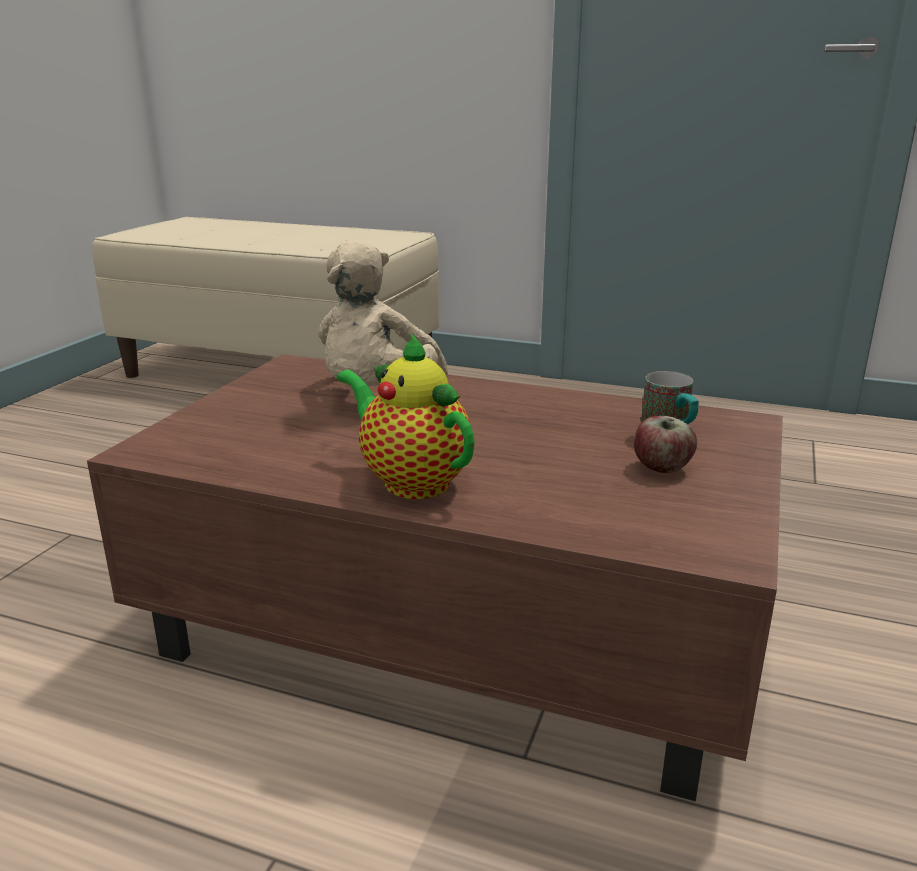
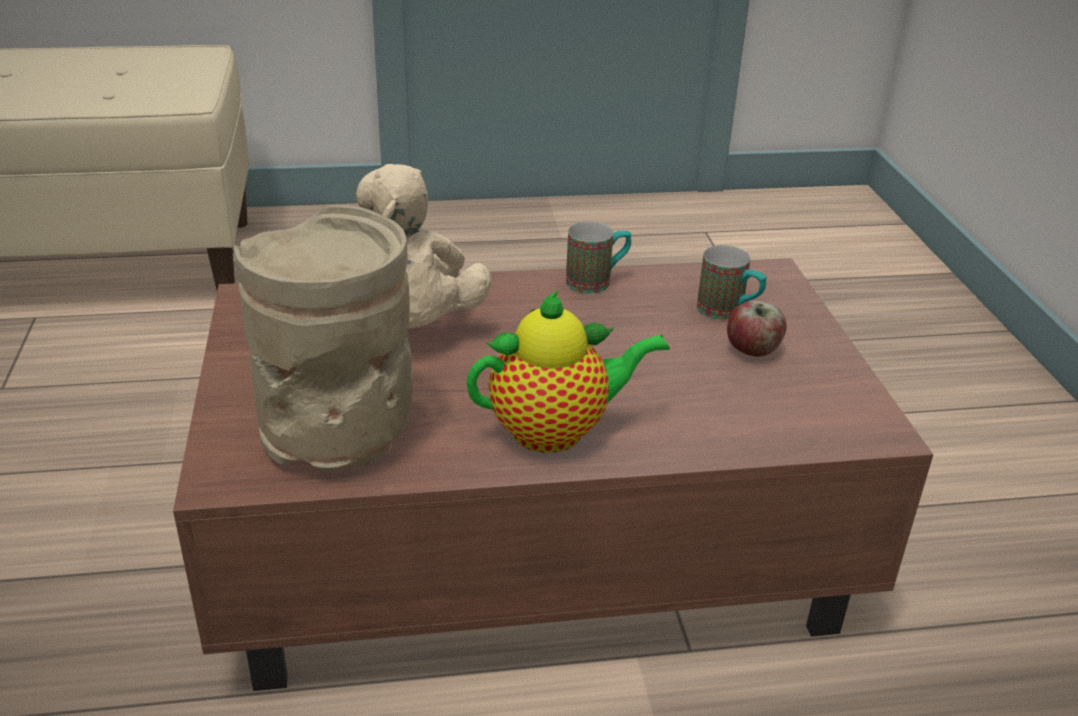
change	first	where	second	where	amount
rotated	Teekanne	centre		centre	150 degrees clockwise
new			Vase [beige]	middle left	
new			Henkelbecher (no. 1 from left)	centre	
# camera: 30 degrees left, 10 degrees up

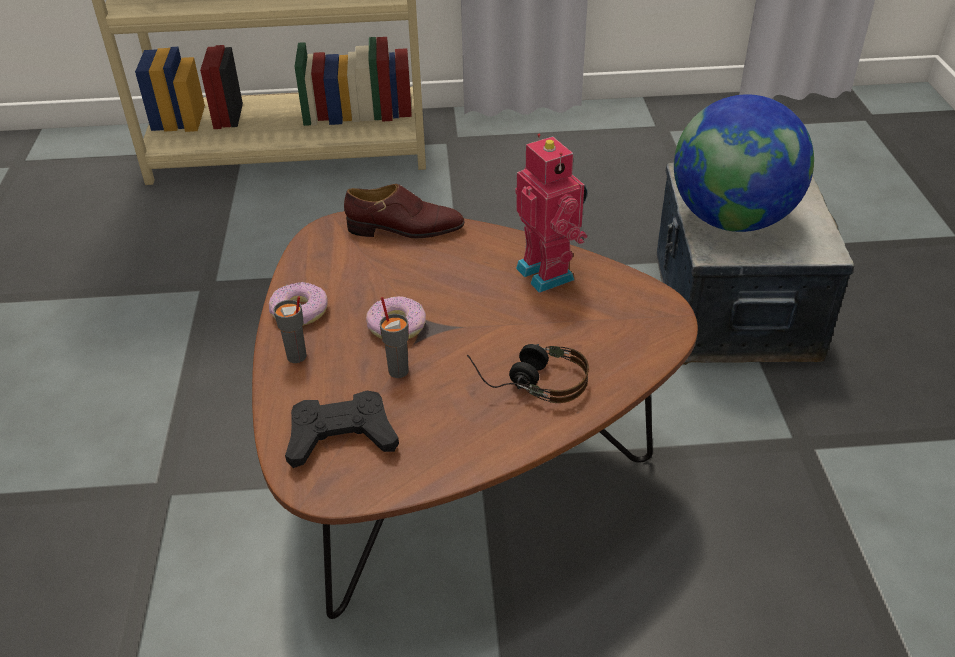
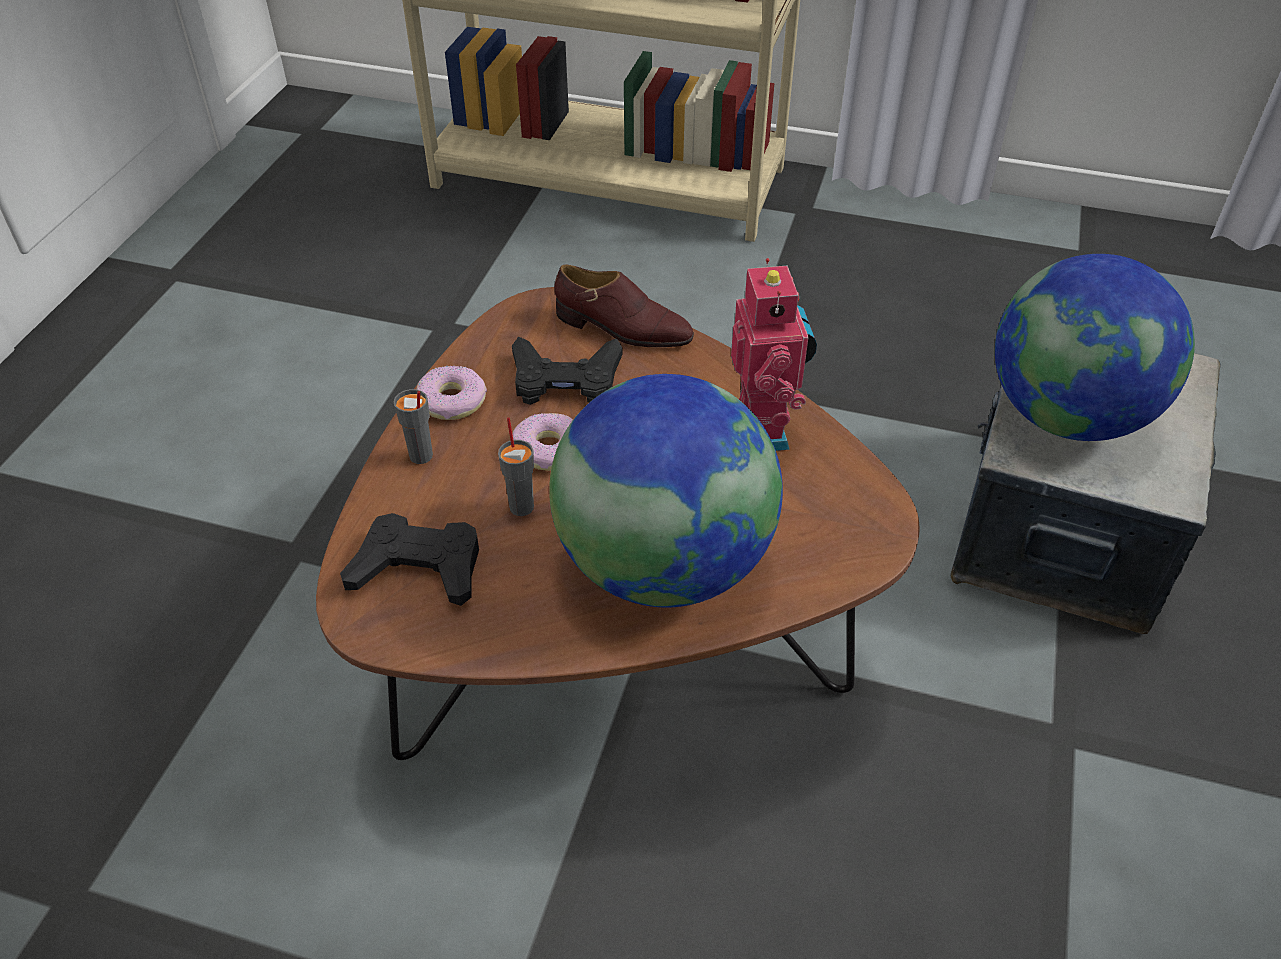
change	first	where	second	where	amount
swapped	Kopfhörer	centre	Globus (no. 1 from left)	centre	
new			Gamepad [schwarz] (no. 2 from left)	centre	
# camera: 20 degrees right, 5 degrees up

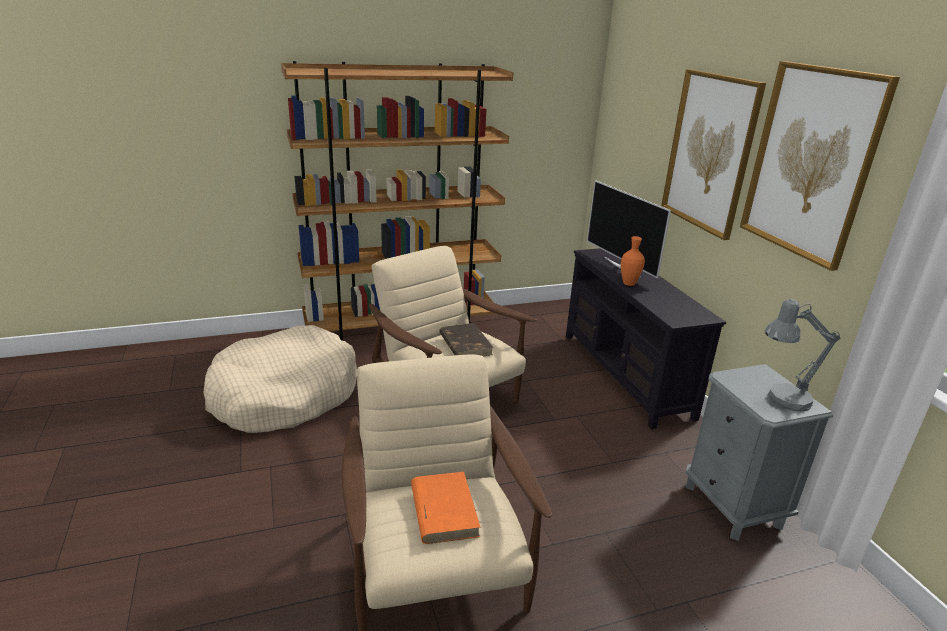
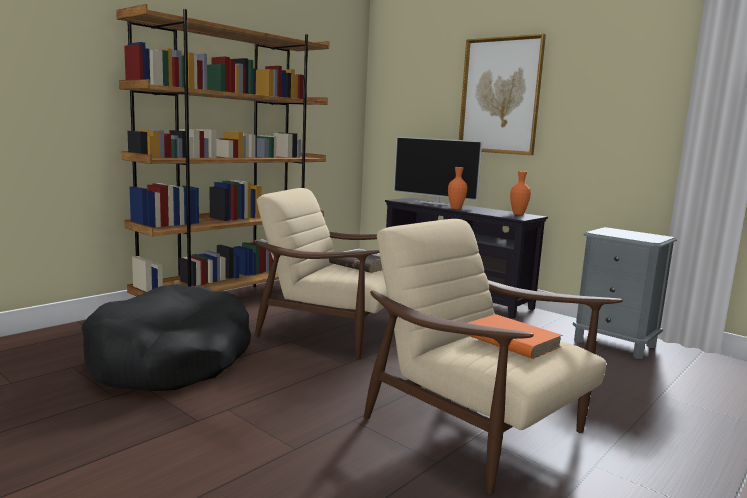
change	first	where	second	where	amount
repainted	Hundebett [beige]	middle left	Hundebett [schwarz]	bottom left	
gone	Bild (no. 2 from left)	top right			
gone	Tischlampe [grau]	middle right			
new			Vase [orange] (no. 2 from left)	middle right	
# camera: 30 degrees left, 15 degrees down

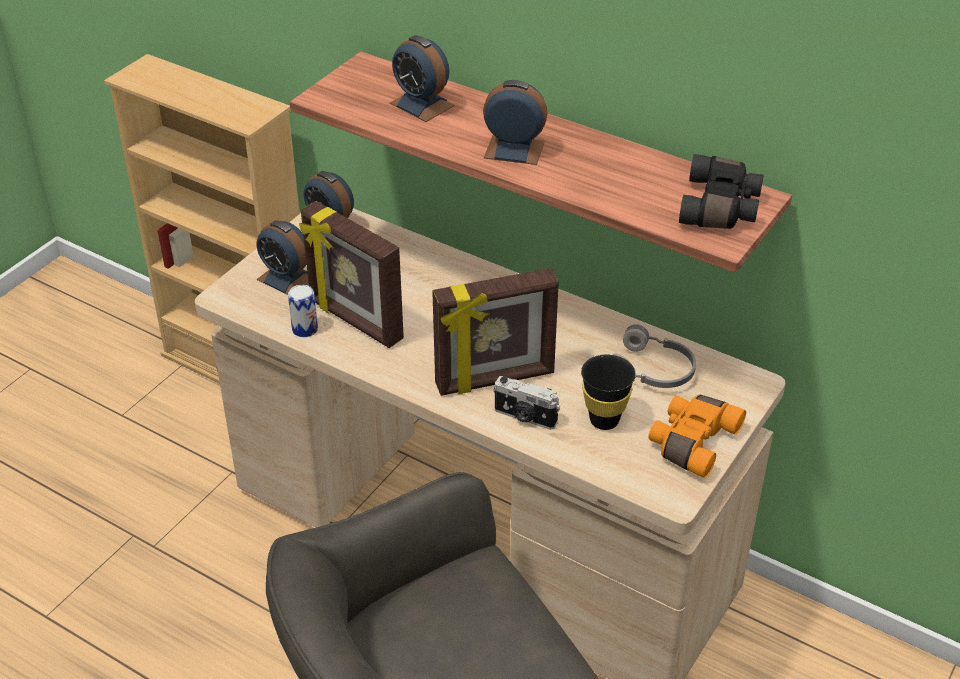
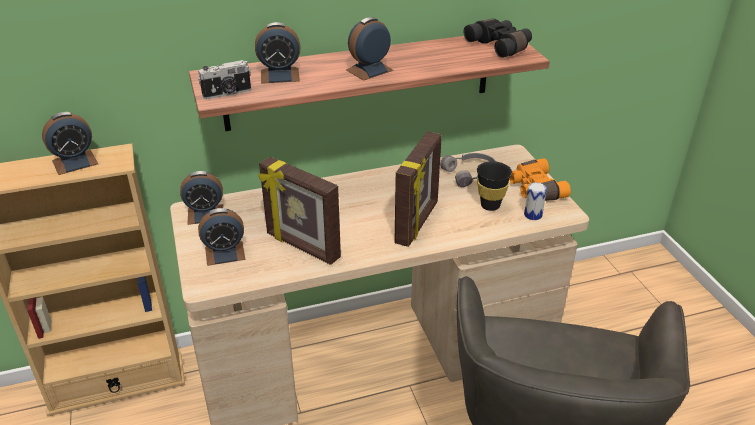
change	first	where	second	where	amount
shifted	Dose	middle left		middle right	
rotated	Bilderrahmen (no. 1 from left)	centre		centre	45 degrees clockwise
shifted	Kamera	centre		top left	
new			Wecker (no. 1 from left)	middle left	
# camera: 50 degrees left, 5 degrees down

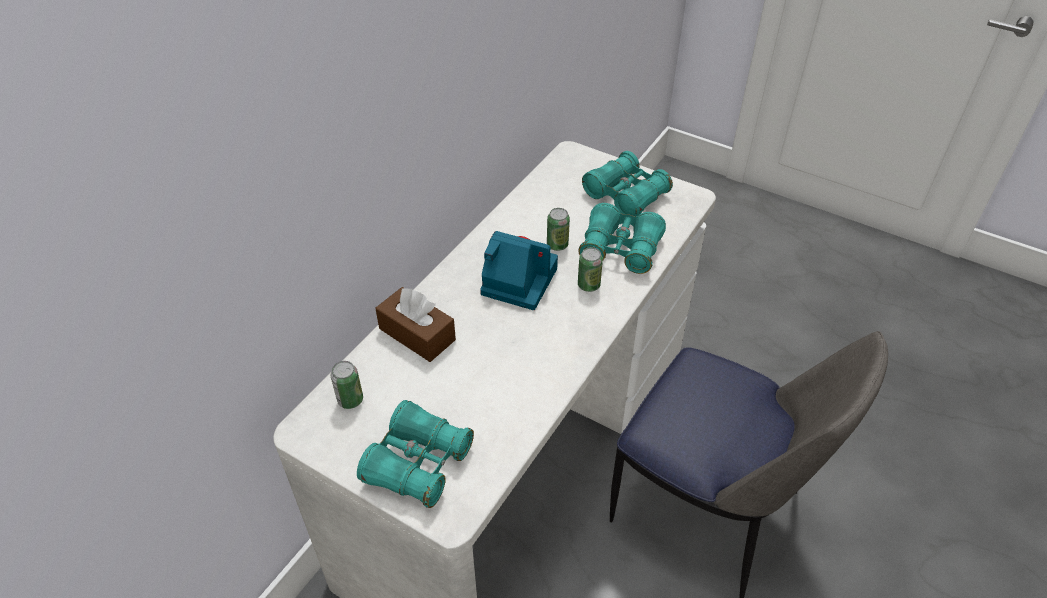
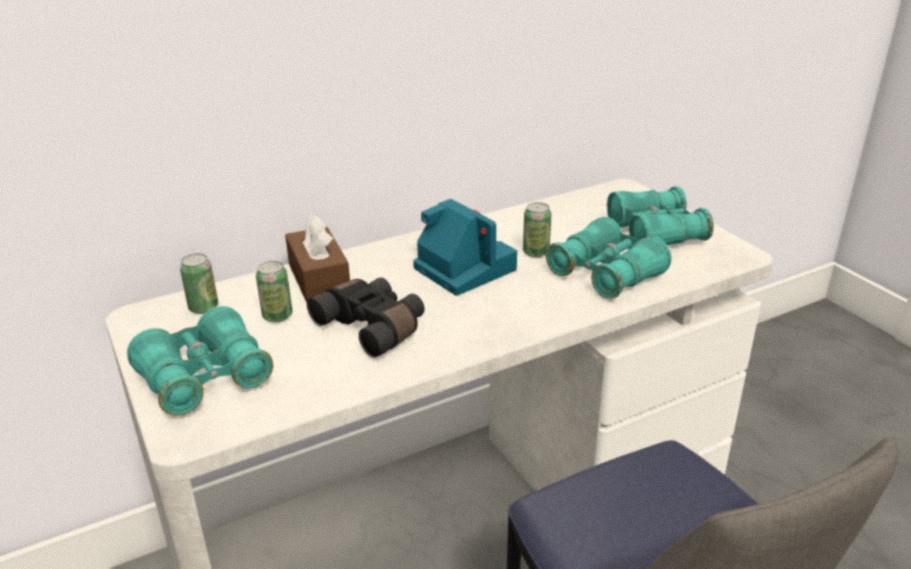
change	first	where	second	where	amount
shifted	Dose (no. 3 from left in the first image)	centre	Dose (no. 2 from left)	middle left	
new			Fernglas [schwarz]	centre	
# camera: 30 degrees right, 15 degrees down

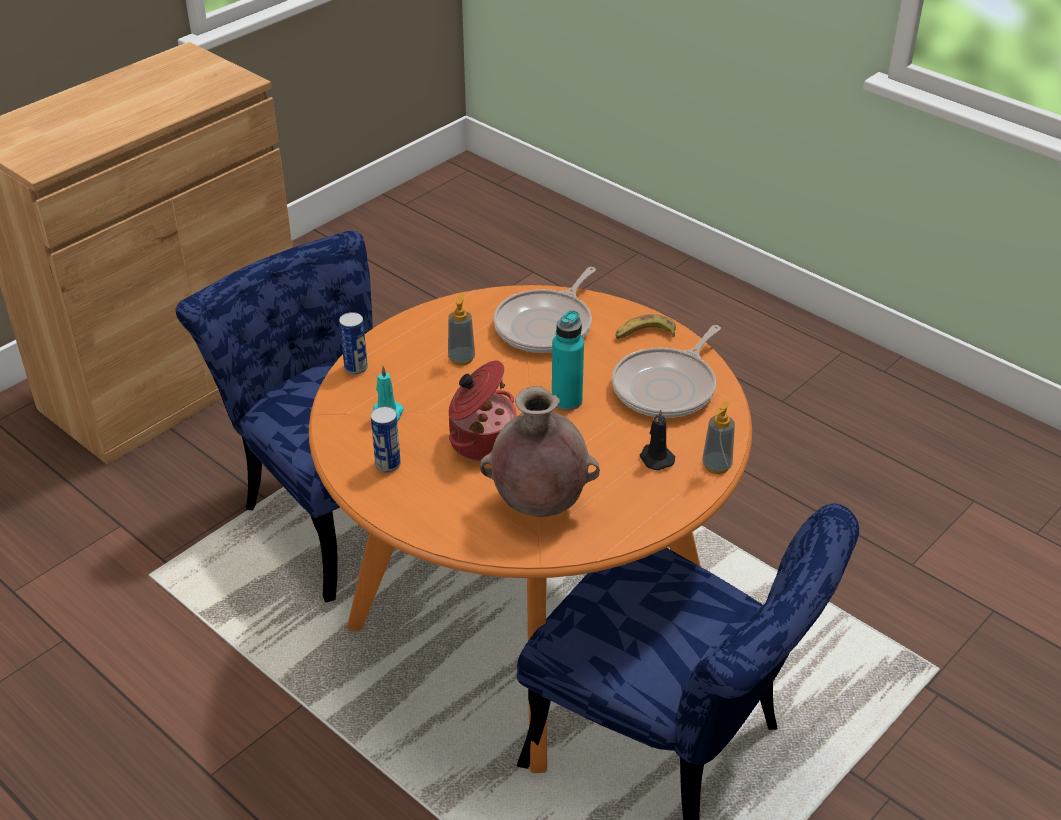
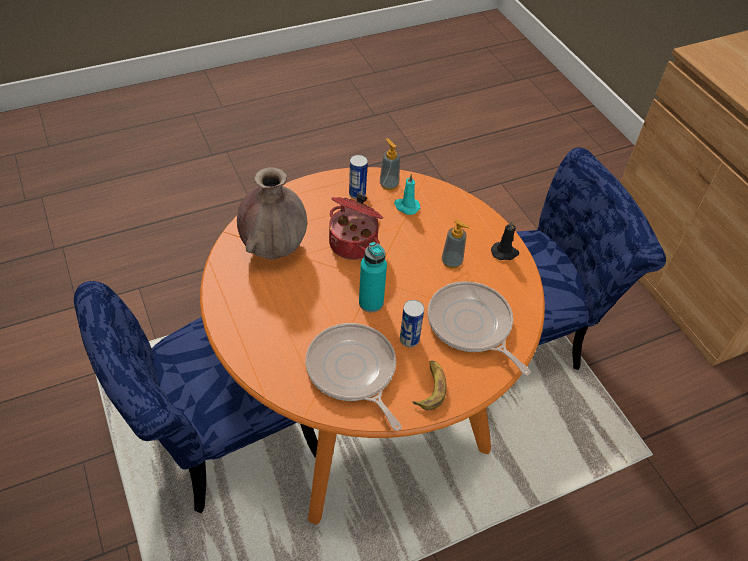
change	first	where	second	where	amount
shifted	Dose (no. 1 from left in the first image)	middle left	Dose (no. 2 from left)	centre	
shifted	Kerze [schwarz]	centre		middle right	
shifted	Seifenspender (no. 2 from left in the first image)	middle right	Seifenspender (no. 1 from left)	top centre	
# camera: 110 degrees right, 10 degrees up

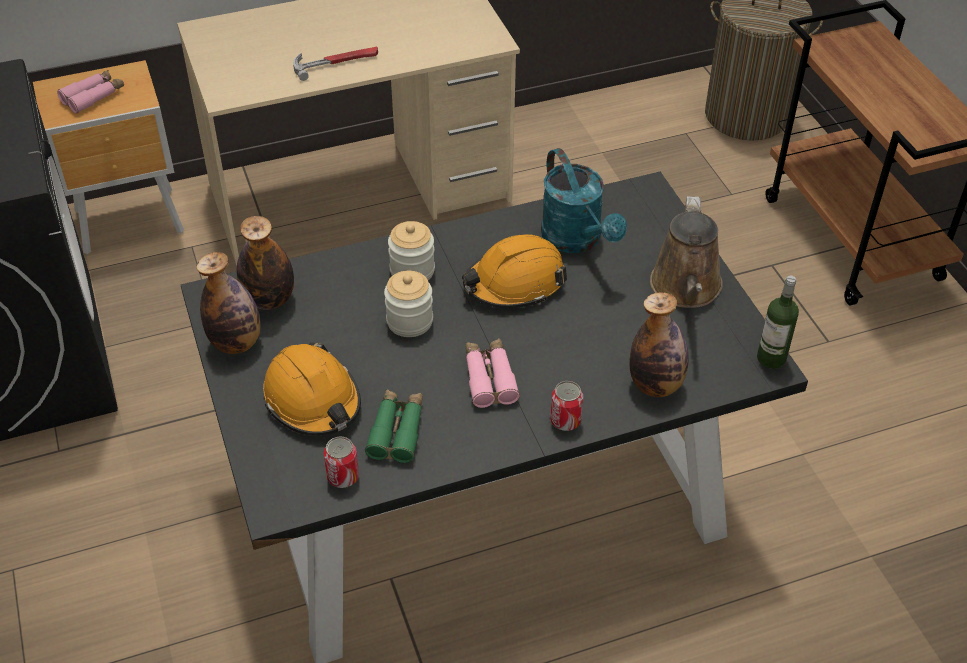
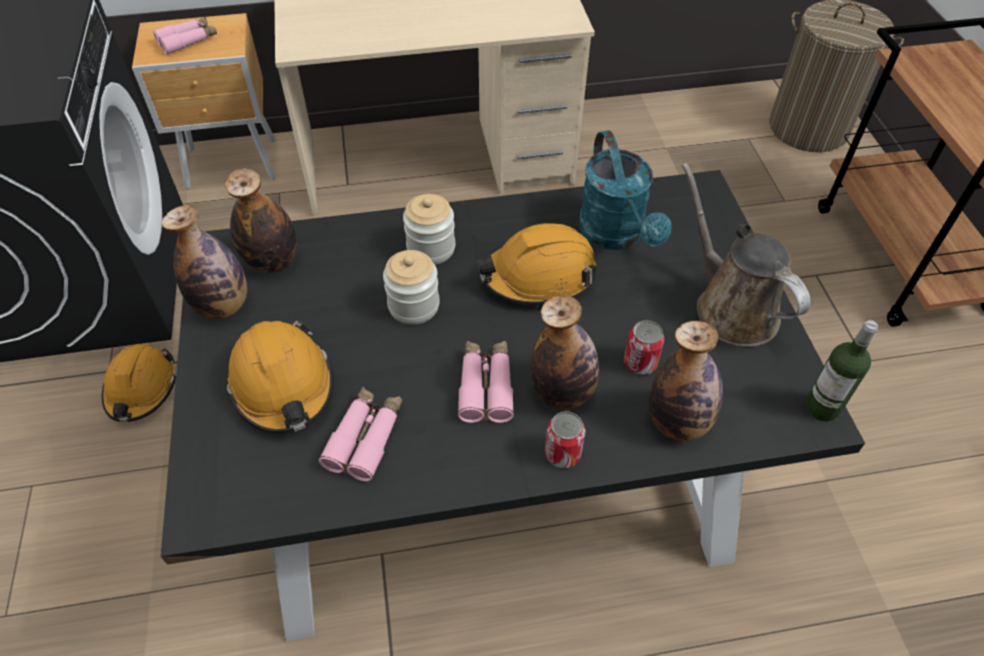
change	first	where	second	where	amount
gone	Hammer	top centre			
shifted	Dose (no. 1 from left in the first image)	bottom centre	Dose (no. 2 from left)	centre	
repainted	Fernglas [grün]	centre	Fernglas [rosa] (no. 2 from left)	centre	
rotated	Gießkanne [braun]	middle right		middle right	135 degrees clockwise
new			Schutzhelm [orange] (no. 1 from left)	middle left	
new			Flasche (no. 3 from left)	centre	
# camera: 10 degrees right, 5 degrees up

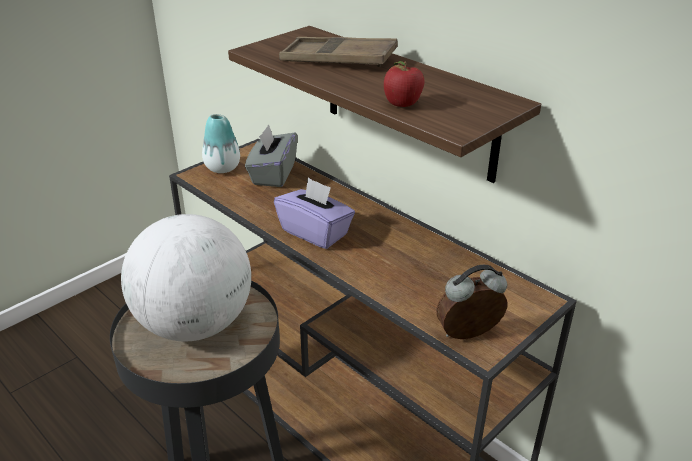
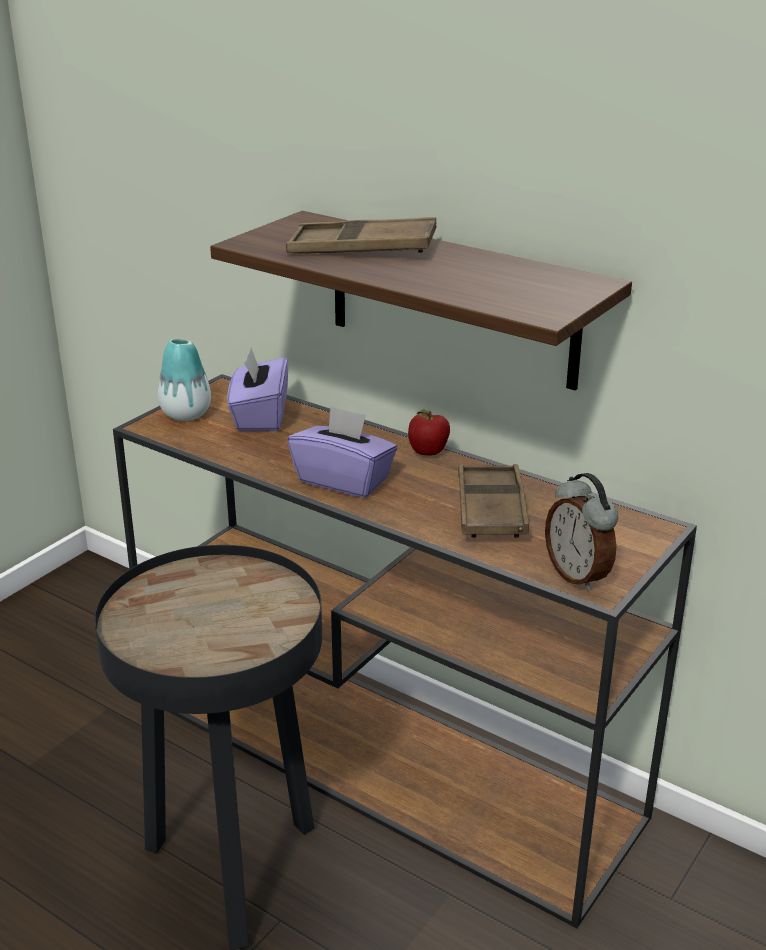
change	first	where	second	where	amount
gone	Globus	middle left			
repainted	Taschentuchbox [grau]	centre	Taschentuchbox [lila] (no. 1 from left)	centre	
shifted	Apfel	top centre		centre	
rotated	Wecker	middle right		middle right	90 degrees counterclockwise
new			Tablett [braun] (no. 2 from left)	centre	
# camera: 10 degrees left, 5 degrees down

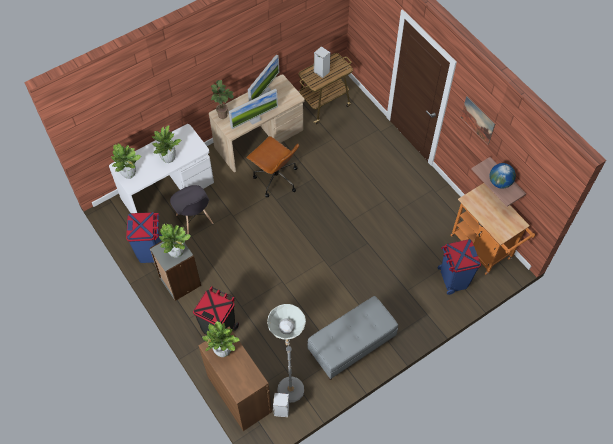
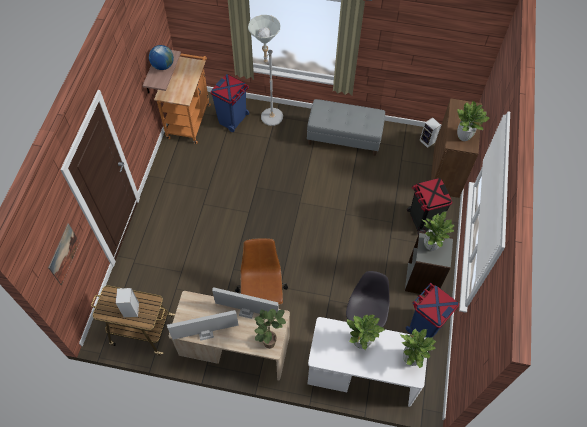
change	first	where	second	where	amount
shifted	Stehlampe [grau]	bottom centre		top centre	
shifted	Bild	top right		middle left	
# camera: 135 degrees left, 0 degrees up

